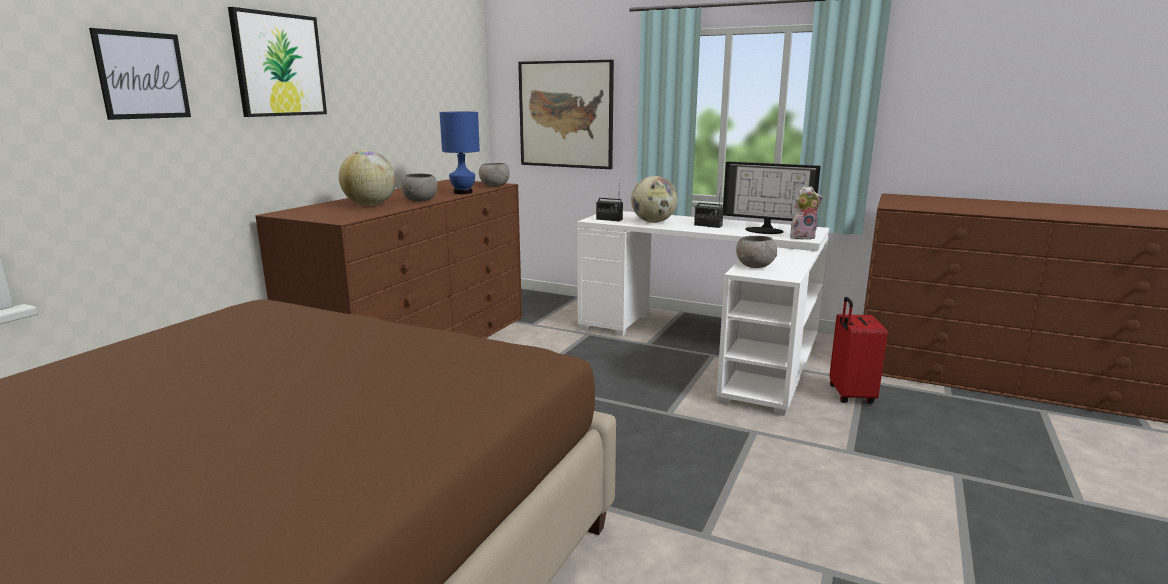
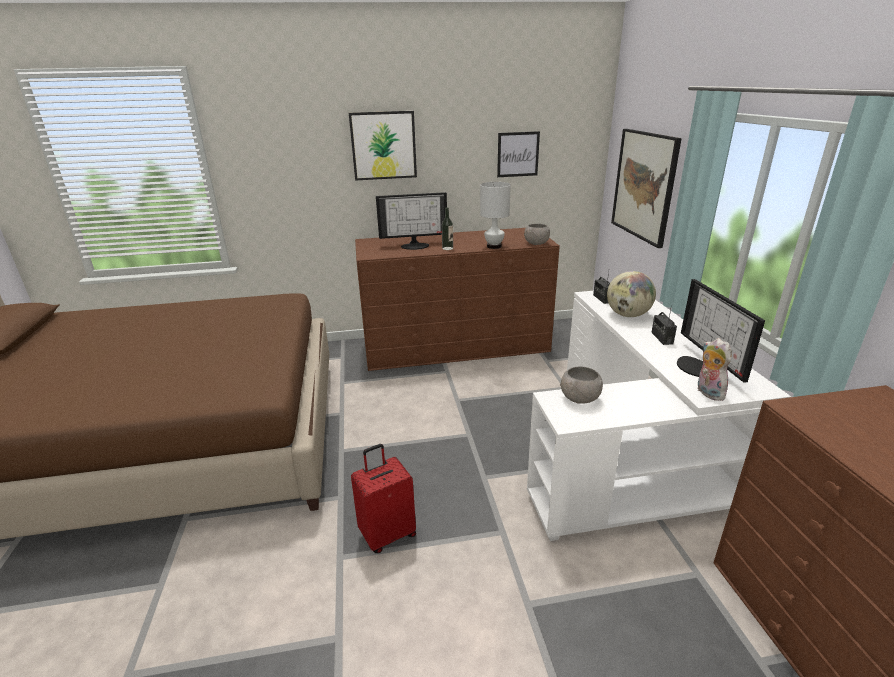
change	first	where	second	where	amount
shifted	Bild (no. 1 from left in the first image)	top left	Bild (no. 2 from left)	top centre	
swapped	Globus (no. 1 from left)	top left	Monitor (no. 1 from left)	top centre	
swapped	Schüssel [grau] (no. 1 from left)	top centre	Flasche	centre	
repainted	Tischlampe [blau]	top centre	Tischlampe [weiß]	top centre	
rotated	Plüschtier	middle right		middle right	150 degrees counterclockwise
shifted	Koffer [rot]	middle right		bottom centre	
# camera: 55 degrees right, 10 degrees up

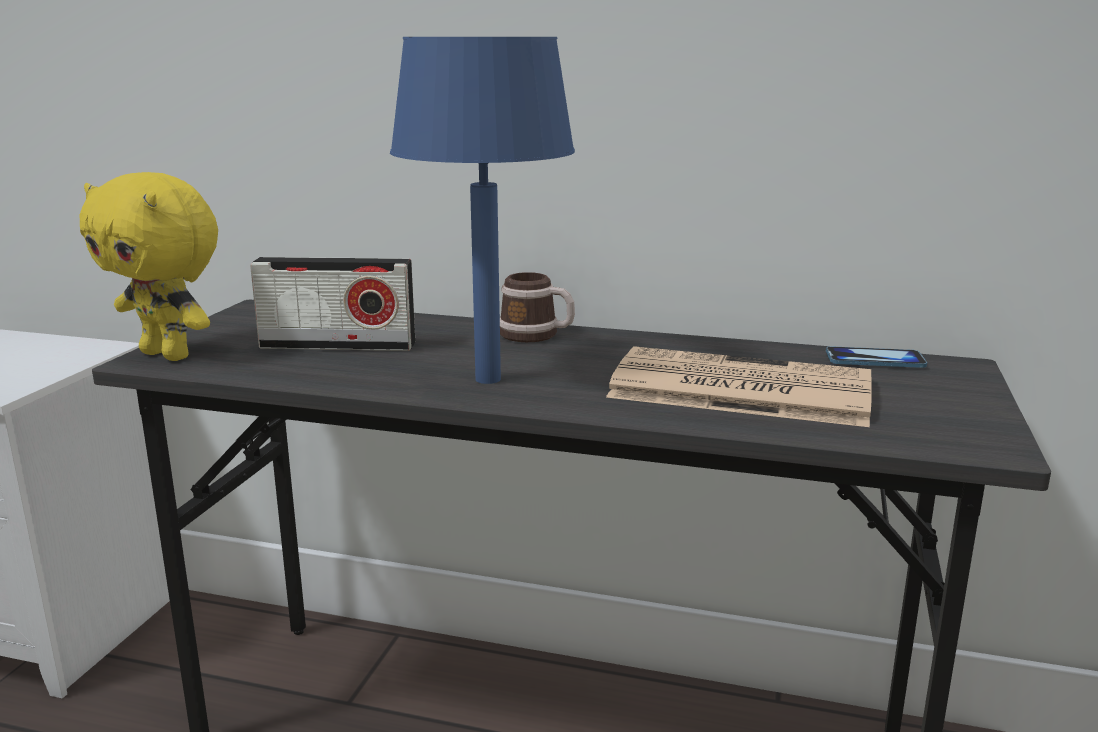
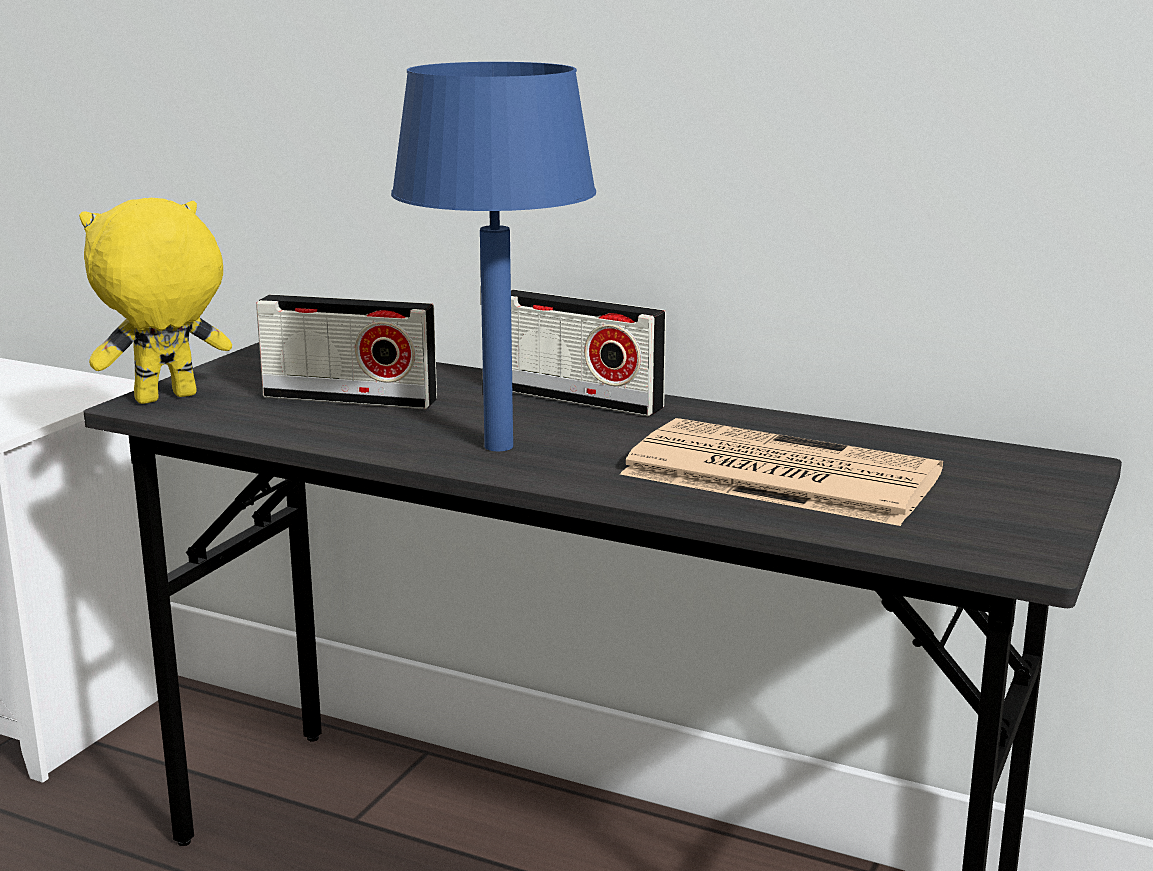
change	first	where	second	where	amount
rotated	Plüschtier [gelb]	middle left		middle left	105 degrees clockwise
swapped	Henkelbecher	centre	Radio (no. 2 from left)	centre	
gone	Handy	middle right			
# camera: 10 degrees right, 0 degrees up

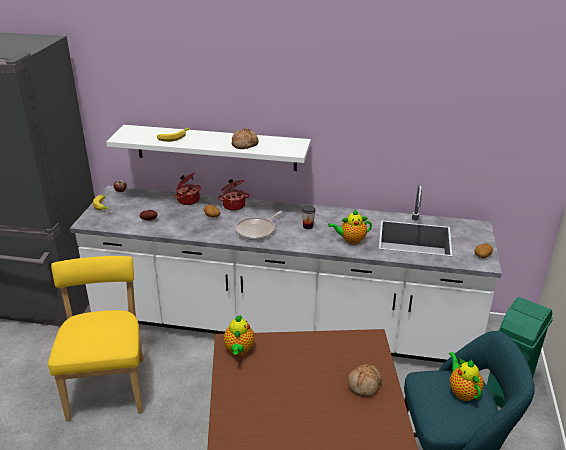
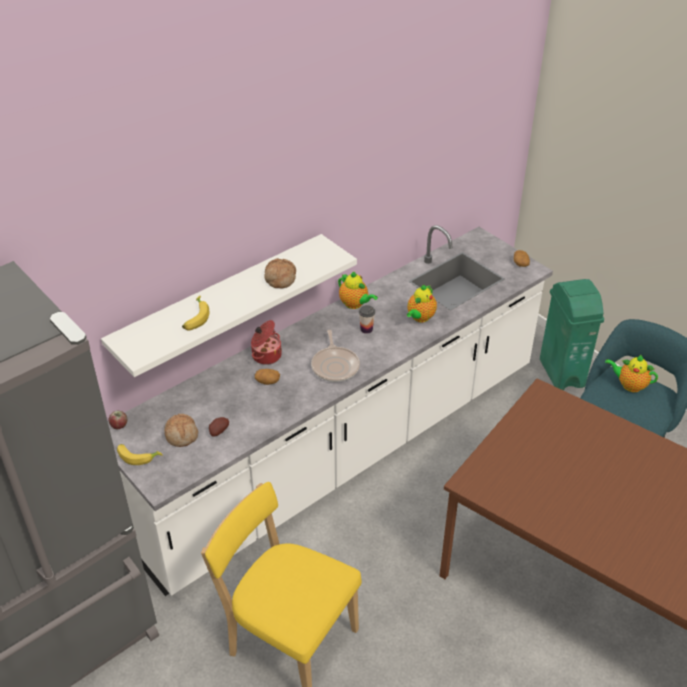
change	first	where	second	where	amount
gone	Kochtopf (no. 1 from left)	middle left			
shifted	Teekanne (no. 1 from left)	bottom centre		centre	
shifted	Brot (no. 2 from left in the first image)	bottom centre	Brot (no. 1 from left)	middle left	
# camera: 50 degrees left, 10 degrees up

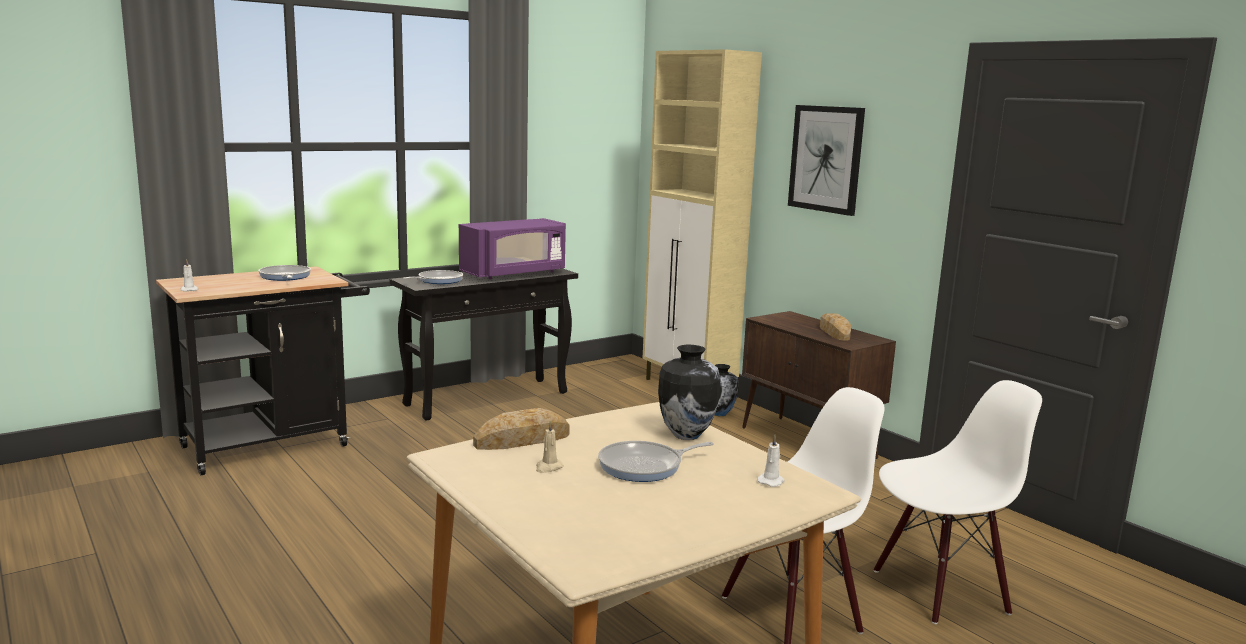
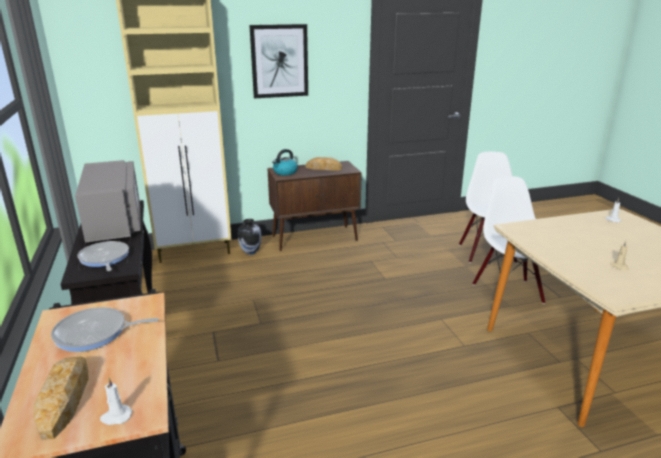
change	first	where	second	where	amount
repainted	Mikrowelle [lila]	centre	Mikrowelle [grau]	middle left	
shifted	Brot (no. 1 from left)	centre		bottom left	
gone	Pfanne (no. 3 from left)	bottom centre			
gone	Vase (no. 1 from left)	centre			
new			Wasserkessel	centre	
# camera: 70 degrees left, 10 degrees up

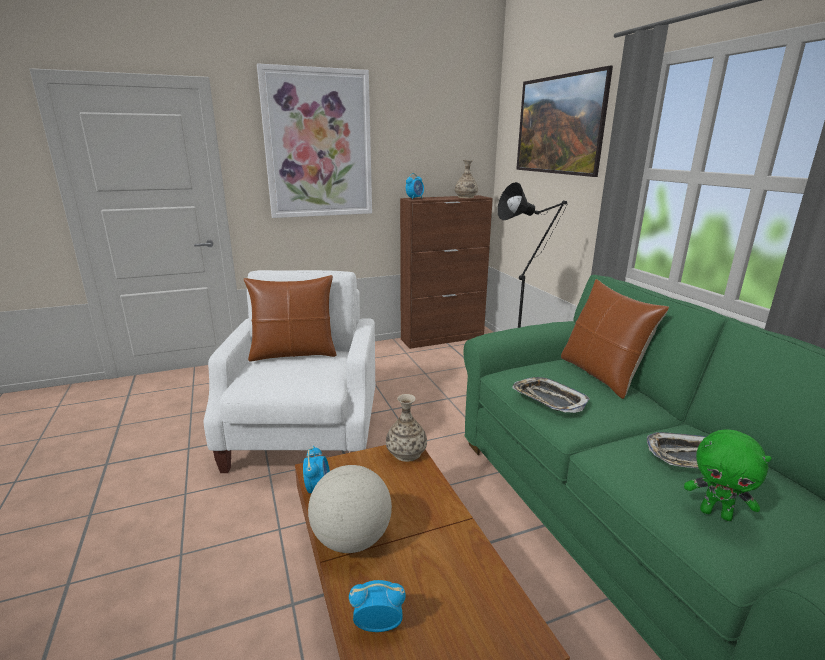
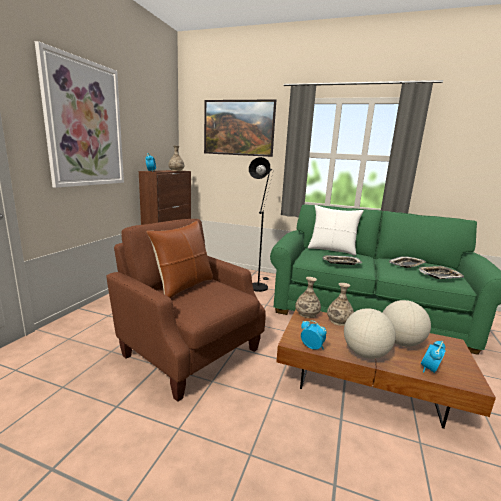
change	first	where	second	where	amount
repainted	Sessel [weiß]	centre	Sessel [braun]	centre	
repainted	Kissen [braun] (no. 2 from left)	middle right	Kissen [weiß]	middle right	
swapped	Plüschtier [grün]	bottom right	Tablett (no. 3 from left)	middle right	
new			Vase (no. 3 from left)	middle right	
new			Globus (no. 2 from left)	middle right	
# camera: 50 degrees left, 5 degrees down

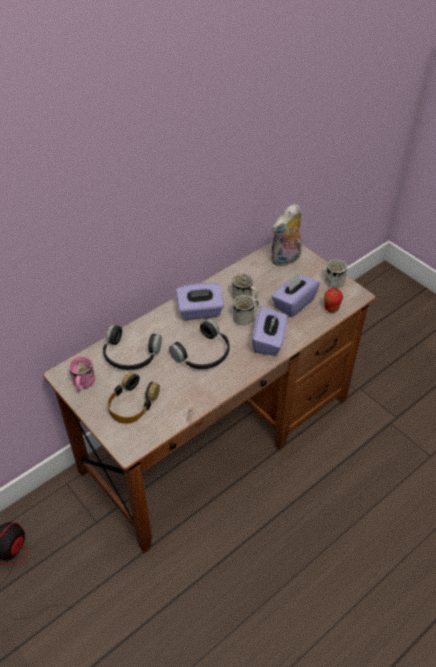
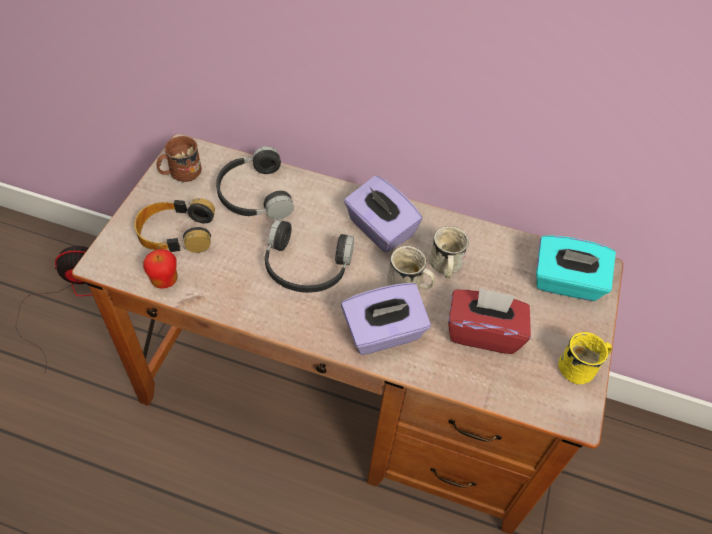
change	first	where	second	where	amount
repainted	Henkelbecher [rosa]	middle left	Henkelbecher [braun]	top left	
swapped	Plüschtier	centre	Taschentuchbox [türkis]	middle right	
repainted	Taschentuchbox [lila] (no. 3 from left)	middle right	Taschentuchbox [rot]	middle right	
shifted	Apfel	middle right		middle left	
repainted	Henkelbecher [weiß] (no. 3 from left)	middle right	Henkelbecher [gelb]	bottom right	
# camera: 55 degrees right, 5 degrees up

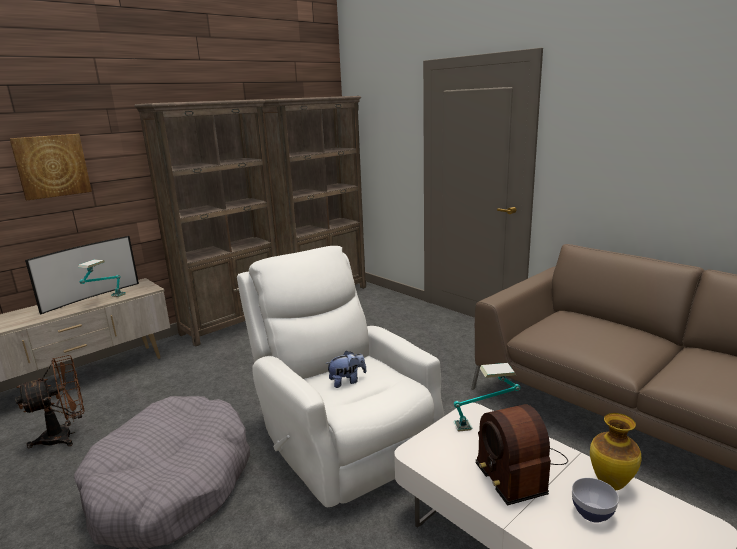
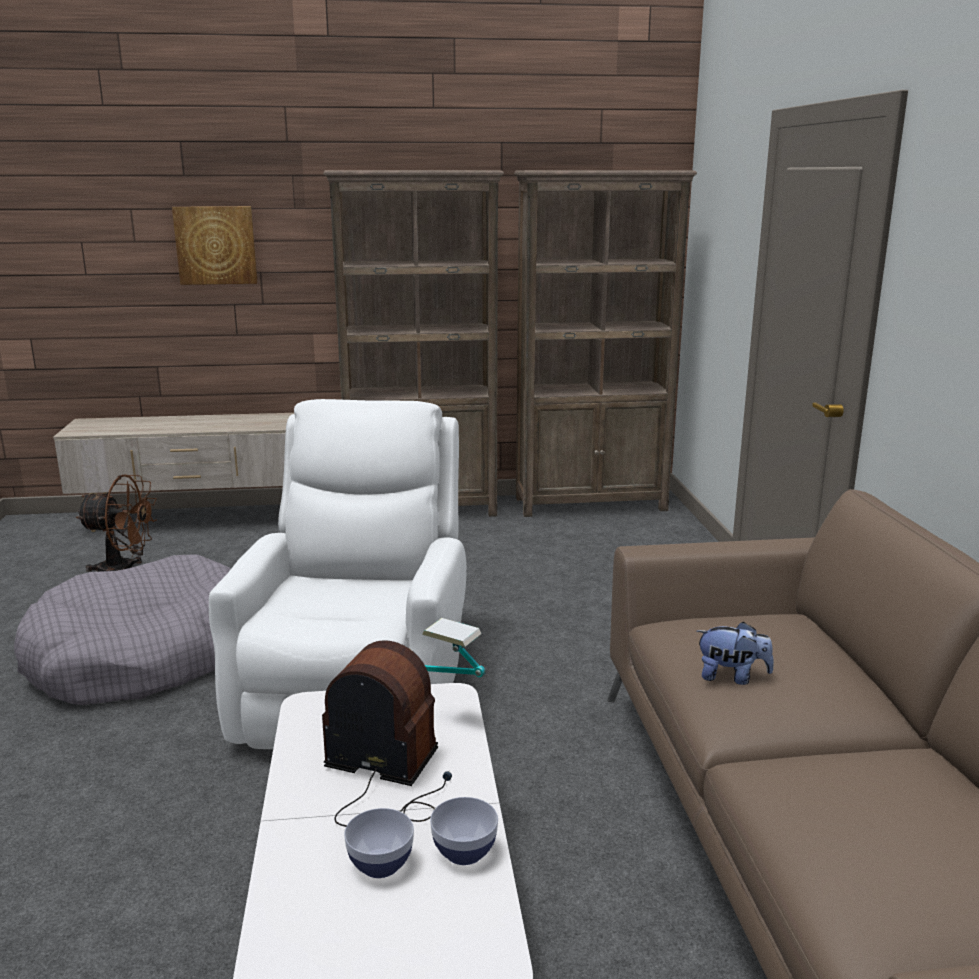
change	first	where	second	where	amount
gone	Fernseher	middle left			
gone	Tischlampe (no. 1 from left)	middle left			
shifted	Plüschtier	bottom centre		bottom right	
rotated	Radio	bottom right		bottom centre	90 degrees clockwise
swapped	Vase	bottom right	Schüssel (no. 2 from left)	bottom centre	
# camera: 35 degrees right, 0 degrees up

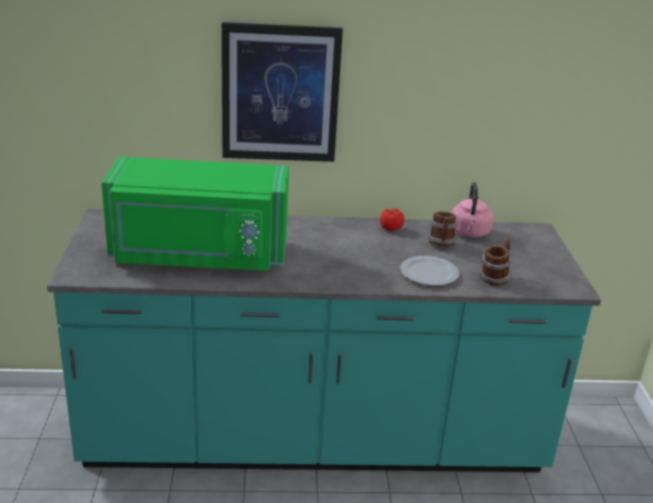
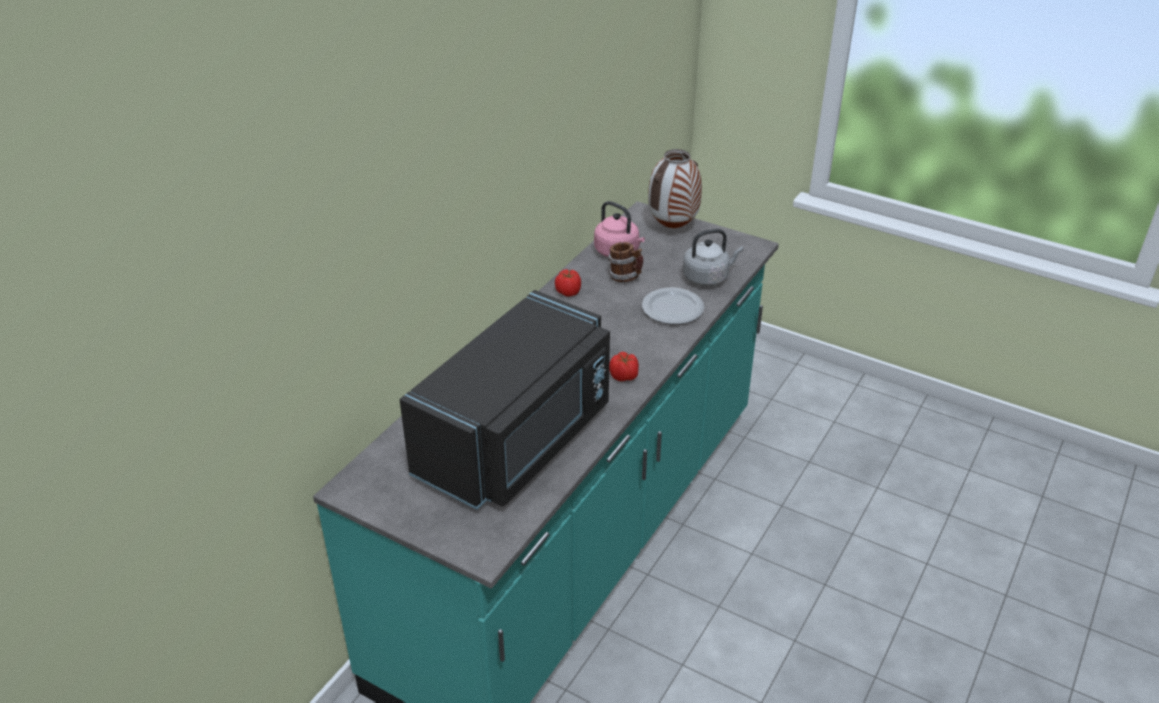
change	first	where	second	where	amount
repainted	Mikrowelle [grün]	middle left	Mikrowelle [schwarz]	centre	
gone	Bild	top centre			
swapped	Henkelbecher (no. 2 from left)	middle right	Wasserkessel [grau]	centre	
new			Tomate (no. 2 from left)	centre	
new			Vase	top centre	
# camera: 55 degrees left, 10 degrees up

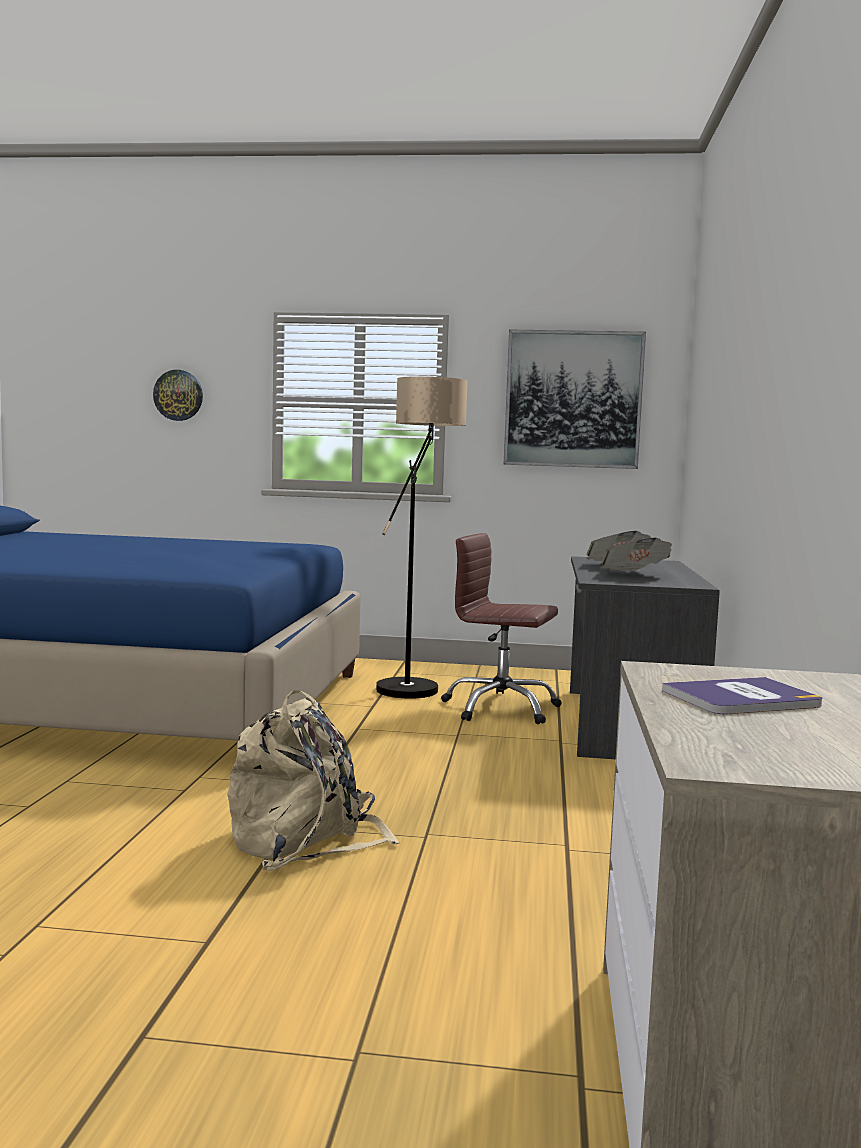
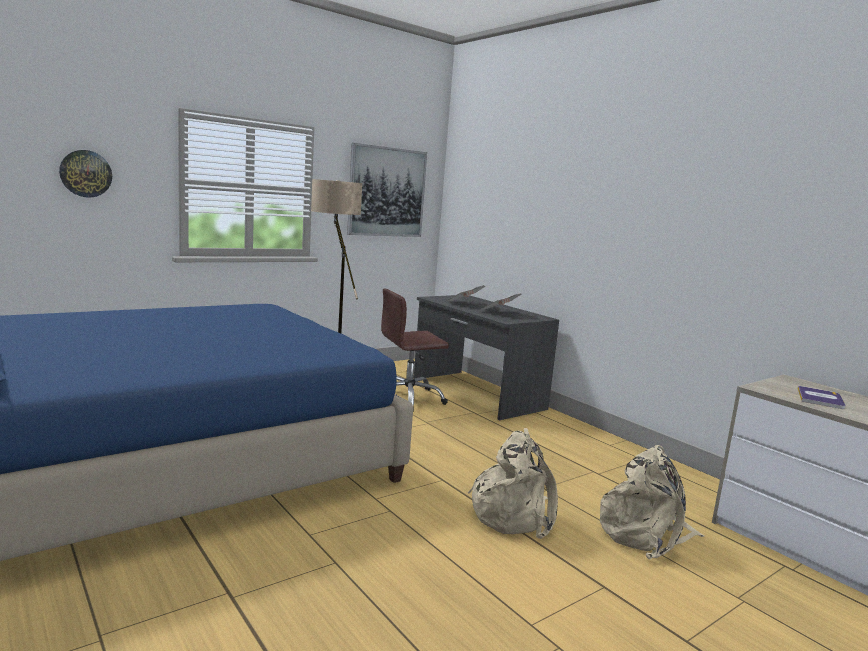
change	first	where	second	where	amount
new			Rucksack [beige] (no. 2 from left)	bottom right	
# camera: 45 degrees left, 5 degrees up

